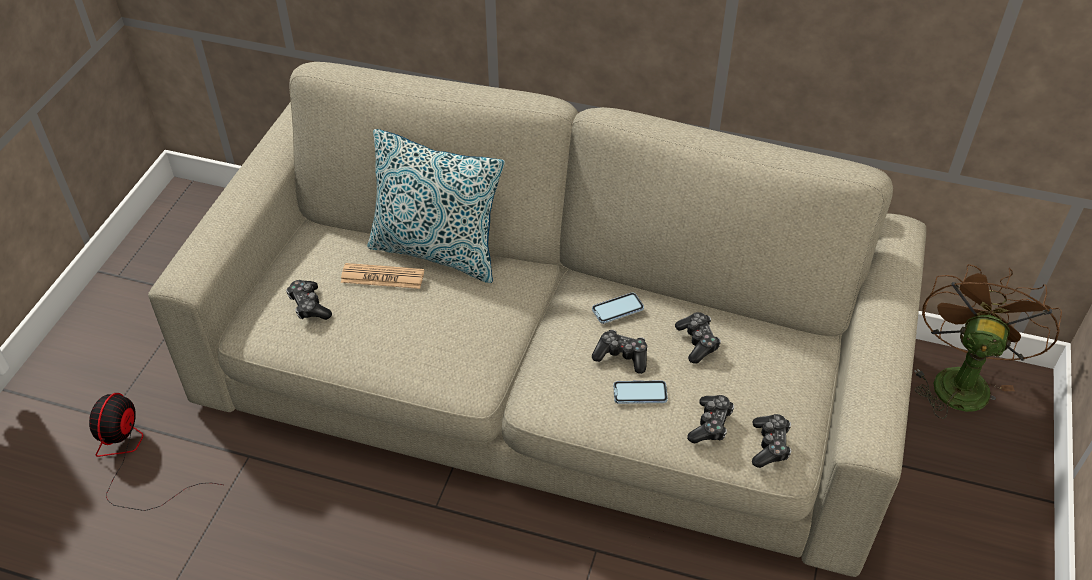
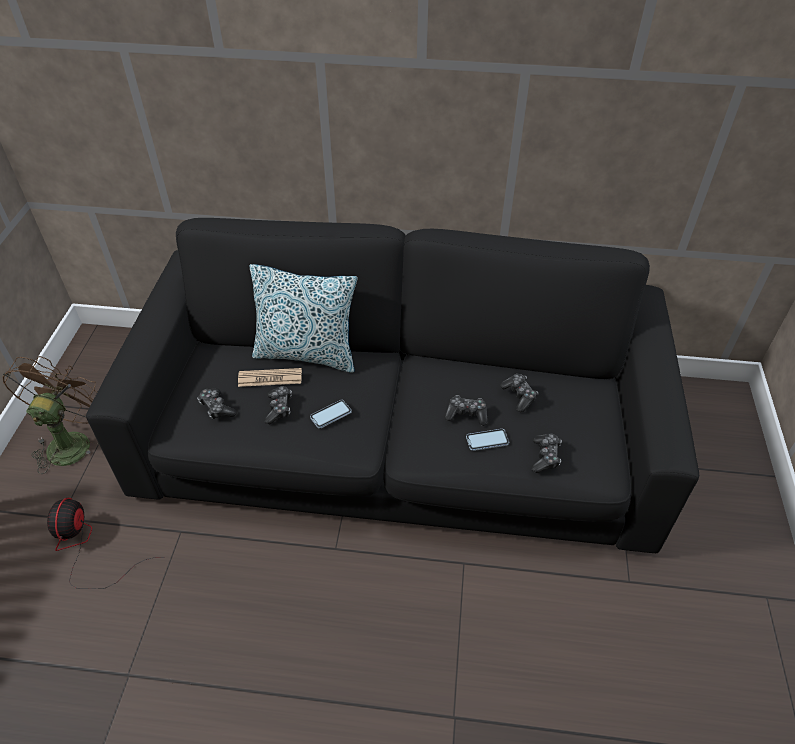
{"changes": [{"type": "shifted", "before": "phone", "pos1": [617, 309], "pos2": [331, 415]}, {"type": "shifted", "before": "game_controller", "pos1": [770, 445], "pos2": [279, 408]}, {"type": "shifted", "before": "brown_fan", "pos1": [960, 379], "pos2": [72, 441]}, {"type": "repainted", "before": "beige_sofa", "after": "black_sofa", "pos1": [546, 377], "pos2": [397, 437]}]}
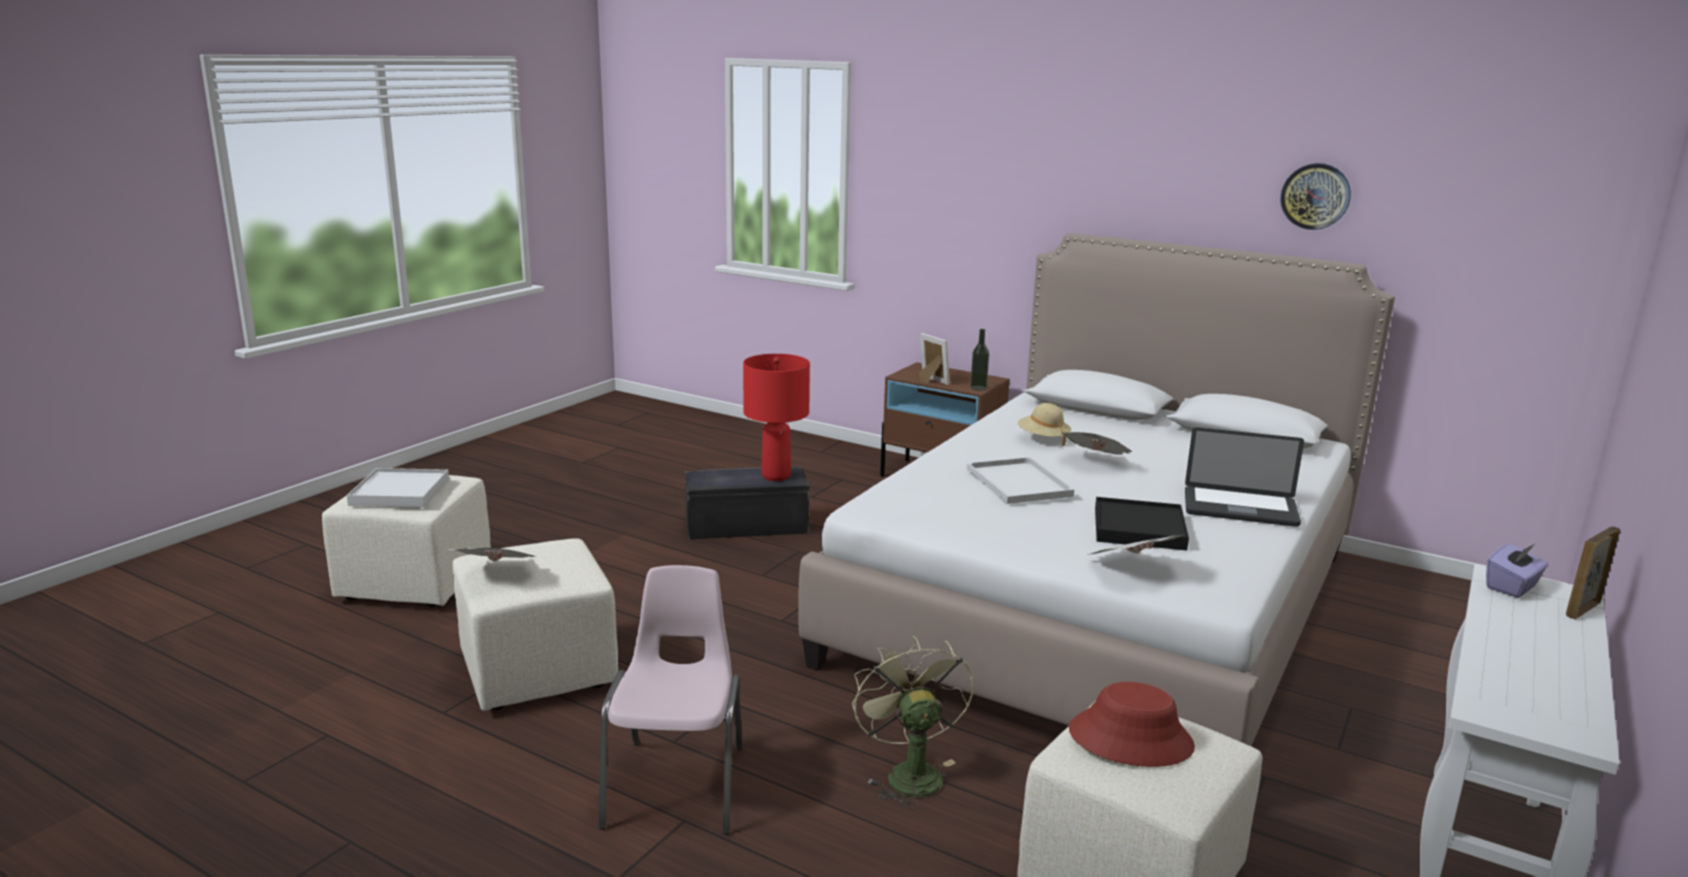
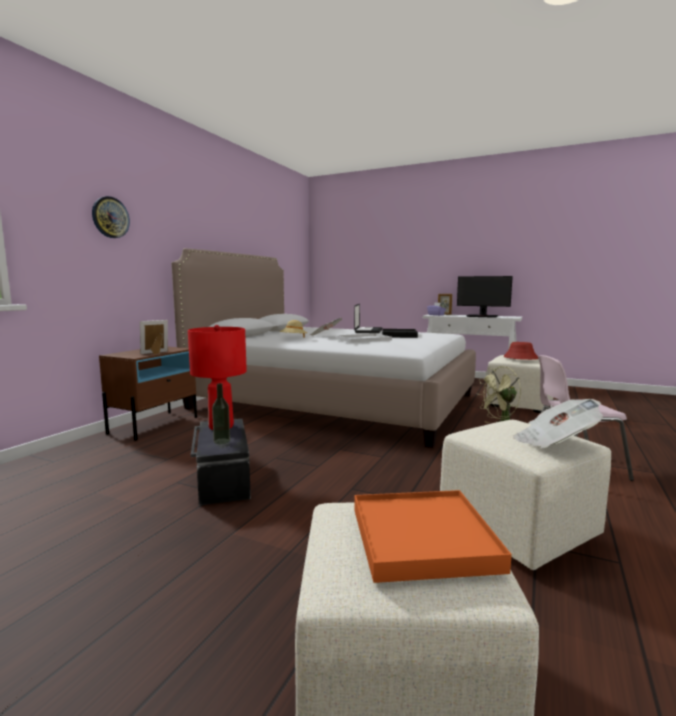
{"changes": [{"type": "gone", "before": "newspaper", "pos1": [1131, 567]}, {"type": "new", "after": "monitor", "pos2": [482, 316]}, {"type": "shifted", "before": "bottle", "pos1": [978, 388], "pos2": [222, 441]}, {"type": "shifted", "before": "wall_clock", "pos1": [1315, 196], "pos2": [110, 217]}, {"type": "repainted", "before": "white_tray", "after": "orange_tray", "pos1": [400, 492], "pos2": [422, 538]}]}
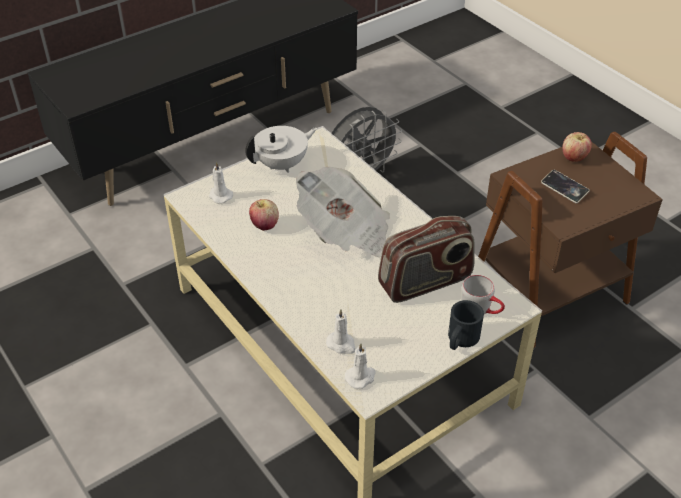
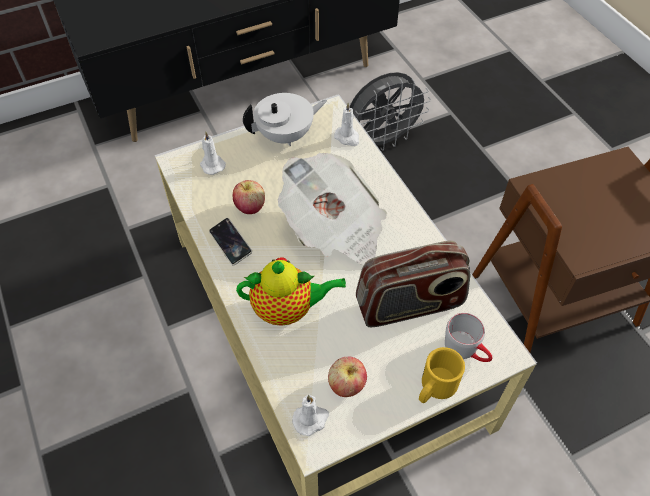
{"changes": [{"type": "new", "after": "teapot", "pos2": [287, 309]}, {"type": "shifted", "before": "white_candle", "pos1": [341, 344], "pos2": [347, 138]}, {"type": "shifted", "before": "phone", "pos1": [564, 188], "pos2": [230, 243]}, {"type": "shifted", "before": "apple", "pos1": [574, 158], "pos2": [346, 385]}, {"type": "repainted", "before": "black_mug", "after": "yellow_mug", "pos1": [460, 340], "pos2": [434, 388]}]}
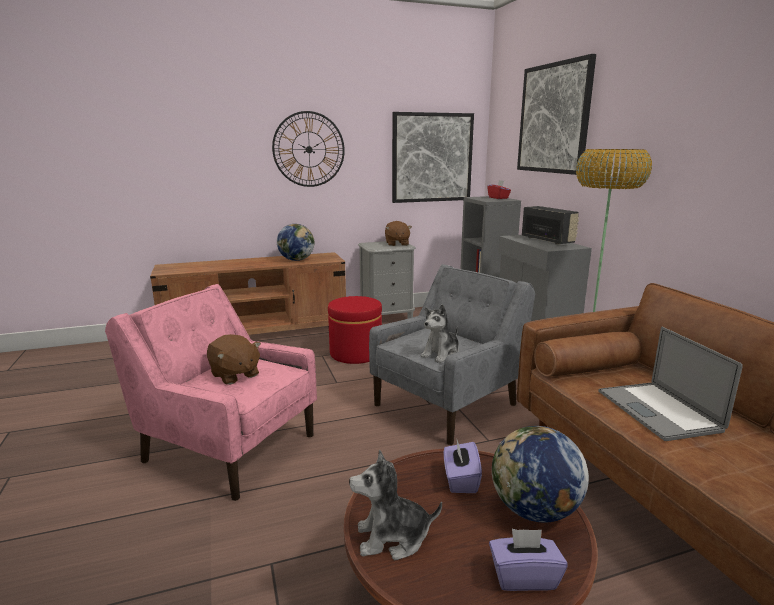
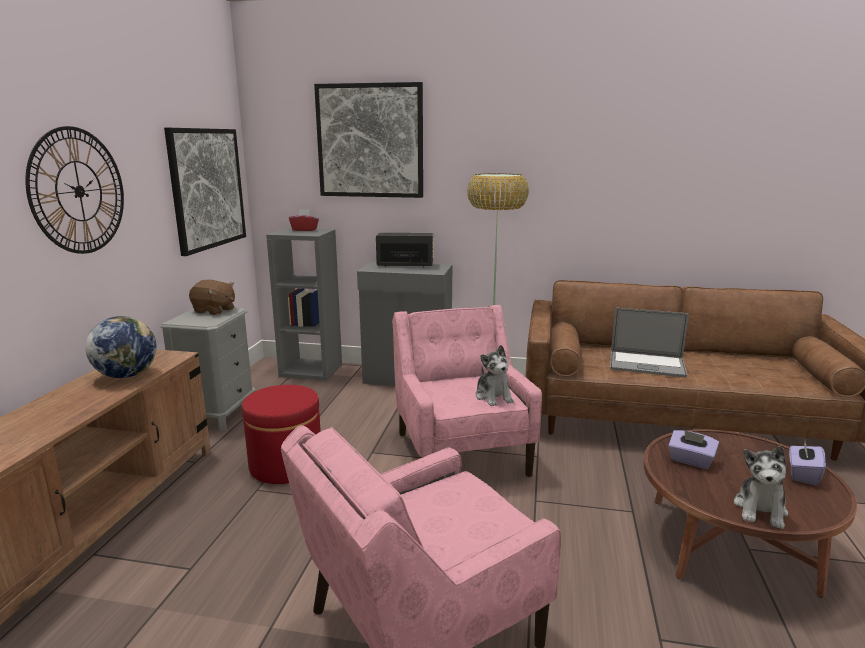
{"changes": [{"type": "gone", "before": "brown_plush_toy", "pos1": [234, 375]}, {"type": "gone", "before": "globe", "pos1": [534, 511]}, {"type": "repainted", "before": "grey_armchair", "after": "pink_armchair", "pos1": [447, 404], "pos2": [461, 452]}]}
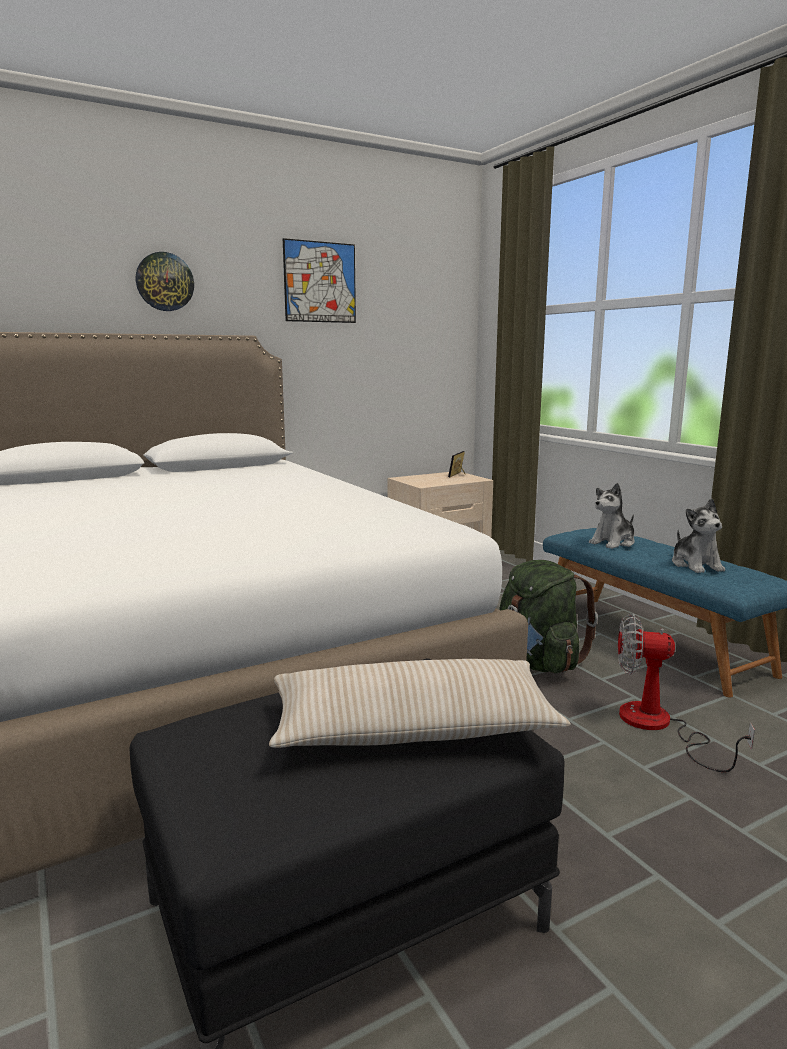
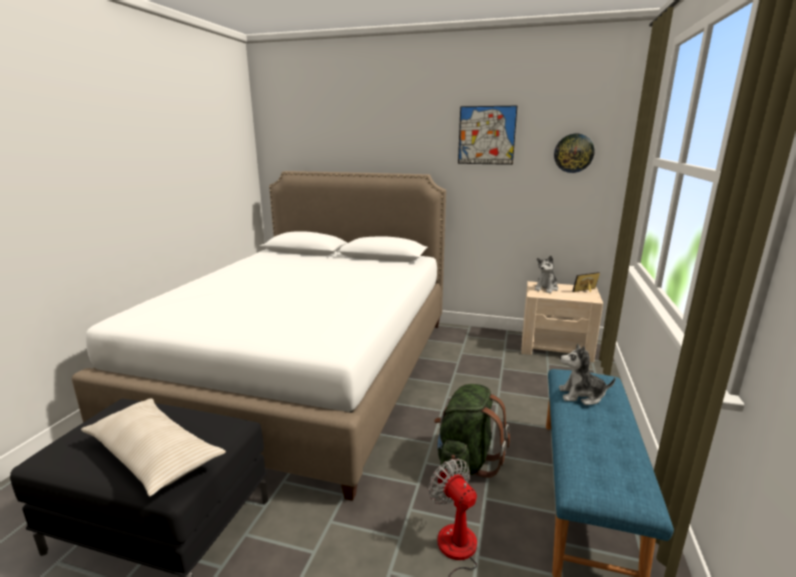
{"changes": [{"type": "shifted", "before": "wall_clock", "pos1": [164, 282], "pos2": [573, 153]}, {"type": "shifted", "before": "plush_toy", "pos1": [696, 565], "pos2": [546, 288]}]}
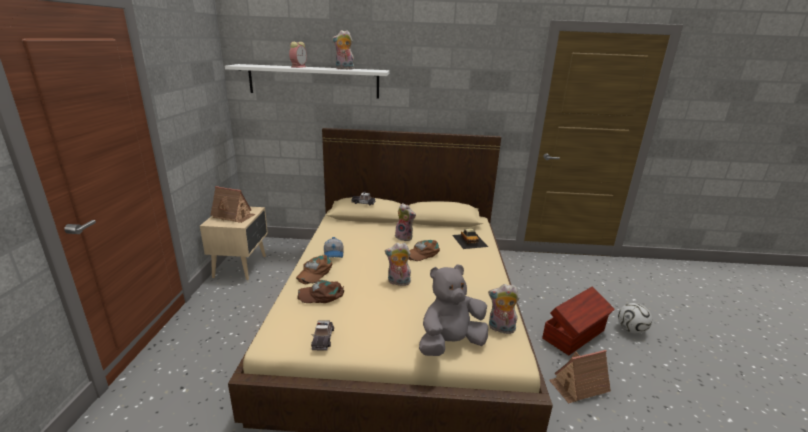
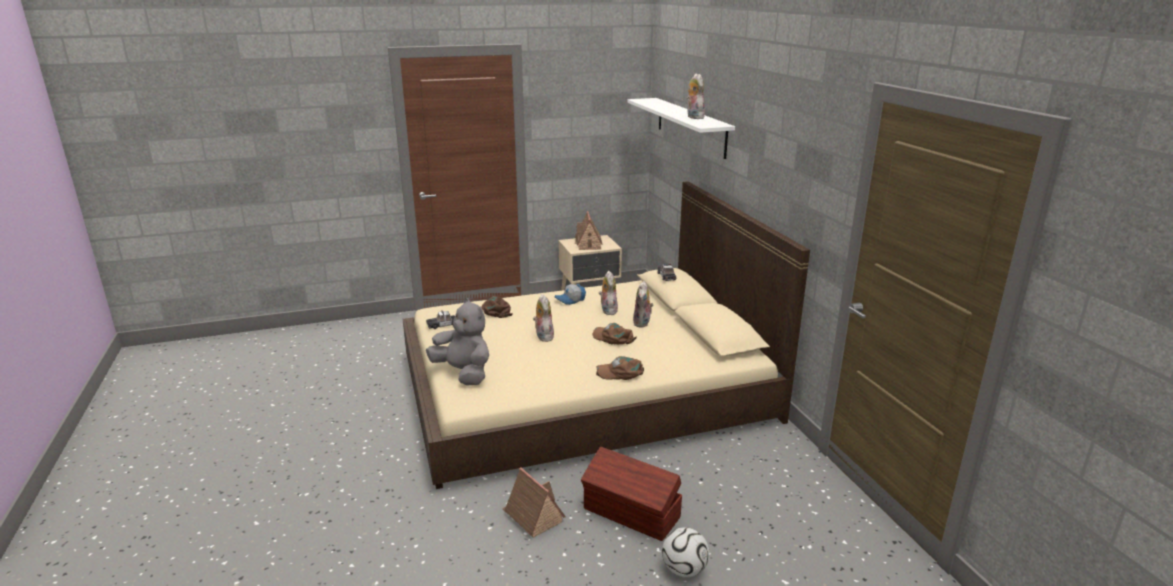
{"changes": [{"type": "gone", "before": "alarm_clock", "pos1": [299, 67]}, {"type": "gone", "before": "toy_car", "pos1": [469, 240]}, {"type": "shifted", "before": "brown_cap", "pos1": [314, 272], "pos2": [621, 372]}, {"type": "shifted", "before": "plush_toy", "pos1": [500, 329], "pos2": [607, 310]}]}
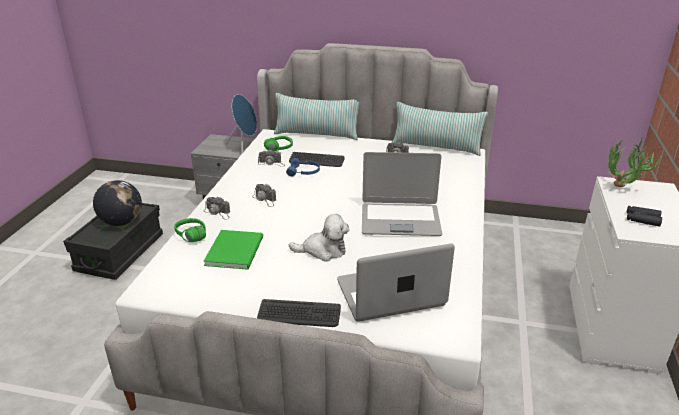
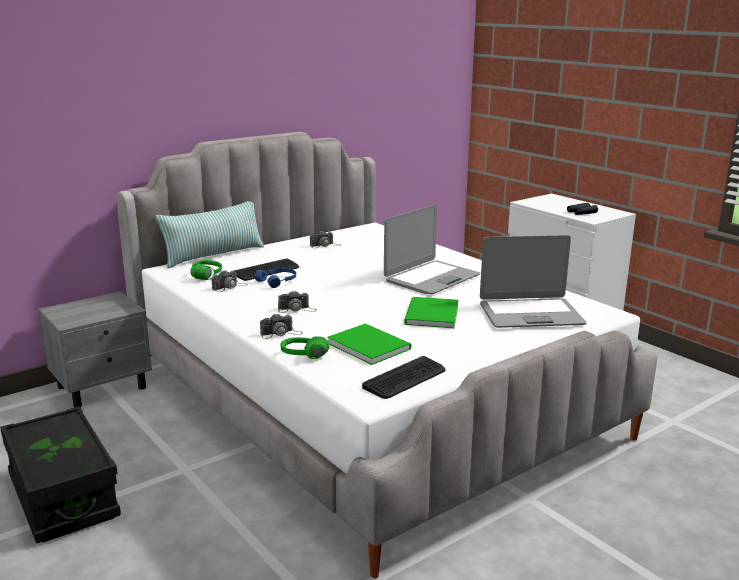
{"changes": [{"type": "gone", "before": "globe", "pos1": [122, 222]}, {"type": "gone", "before": "blue_speaker", "pos1": [245, 146]}, {"type": "gone", "before": "pillow", "pos1": [436, 147]}, {"type": "gone", "before": "potted_plant", "pos1": [622, 190]}, {"type": "shifted", "before": "keyboard", "pos1": [299, 314], "pos2": [405, 379]}, {"type": "swapped", "before": "plush_toy", "after": "green_book", "pos1": [323, 250], "pos2": [430, 315]}, {"type": "rotated", "before": "laptop", "pos1": [390, 294], "pos2": [530, 314], "turn": -120}]}
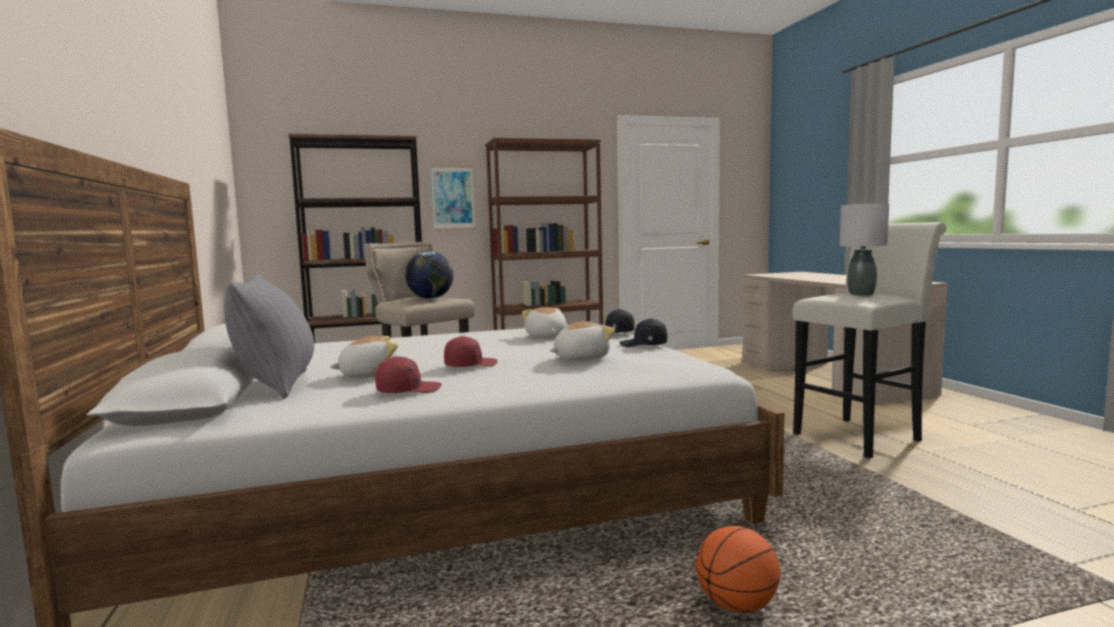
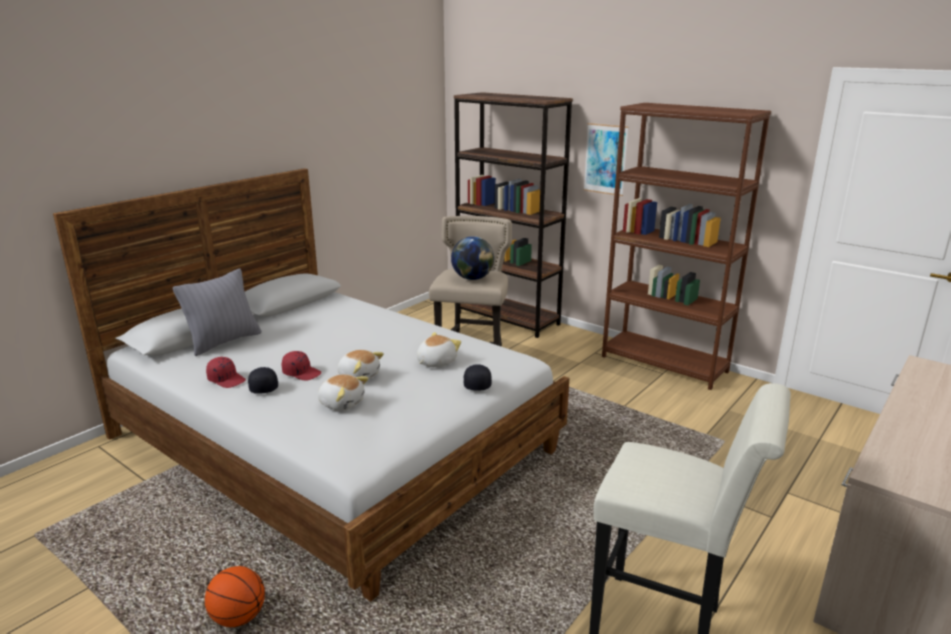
{"changes": [{"type": "gone", "before": "grey_table_lamp", "pos1": [861, 294]}, {"type": "shifted", "before": "plush_toy", "pos1": [368, 375], "pos2": [359, 376]}, {"type": "shifted", "before": "black_cap", "pos1": [643, 345], "pos2": [263, 386]}]}
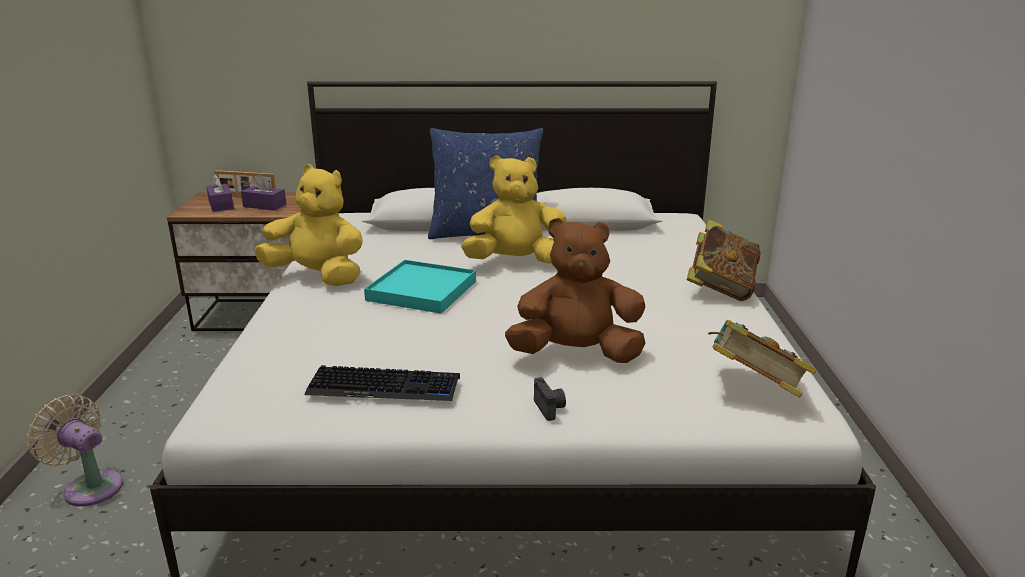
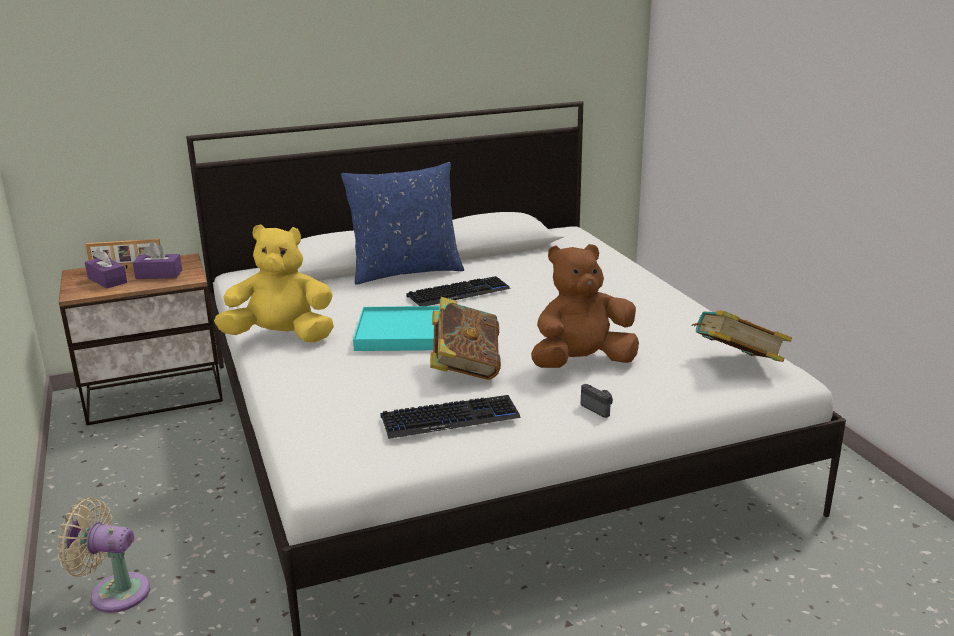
{"changes": [{"type": "shifted", "before": "book", "pos1": [721, 289], "pos2": [465, 368]}, {"type": "swapped", "before": "yellow_plush_toy", "after": "keyboard", "pos1": [515, 262], "pos2": [458, 293]}]}
